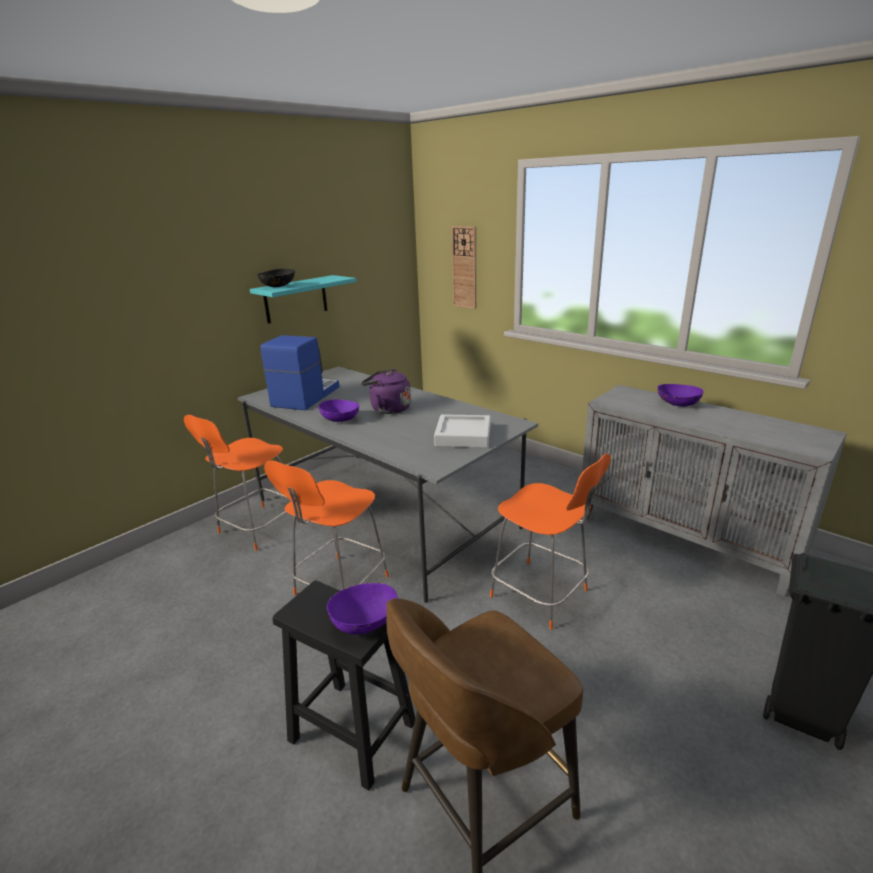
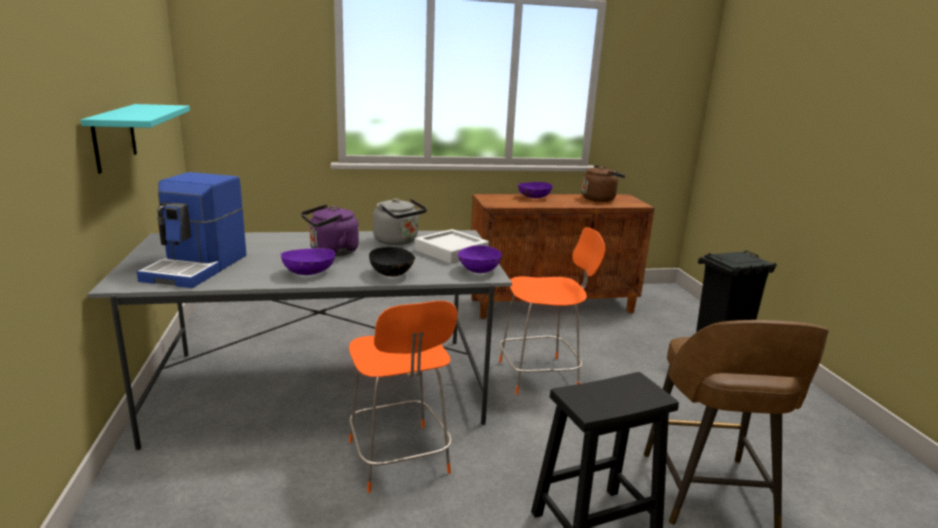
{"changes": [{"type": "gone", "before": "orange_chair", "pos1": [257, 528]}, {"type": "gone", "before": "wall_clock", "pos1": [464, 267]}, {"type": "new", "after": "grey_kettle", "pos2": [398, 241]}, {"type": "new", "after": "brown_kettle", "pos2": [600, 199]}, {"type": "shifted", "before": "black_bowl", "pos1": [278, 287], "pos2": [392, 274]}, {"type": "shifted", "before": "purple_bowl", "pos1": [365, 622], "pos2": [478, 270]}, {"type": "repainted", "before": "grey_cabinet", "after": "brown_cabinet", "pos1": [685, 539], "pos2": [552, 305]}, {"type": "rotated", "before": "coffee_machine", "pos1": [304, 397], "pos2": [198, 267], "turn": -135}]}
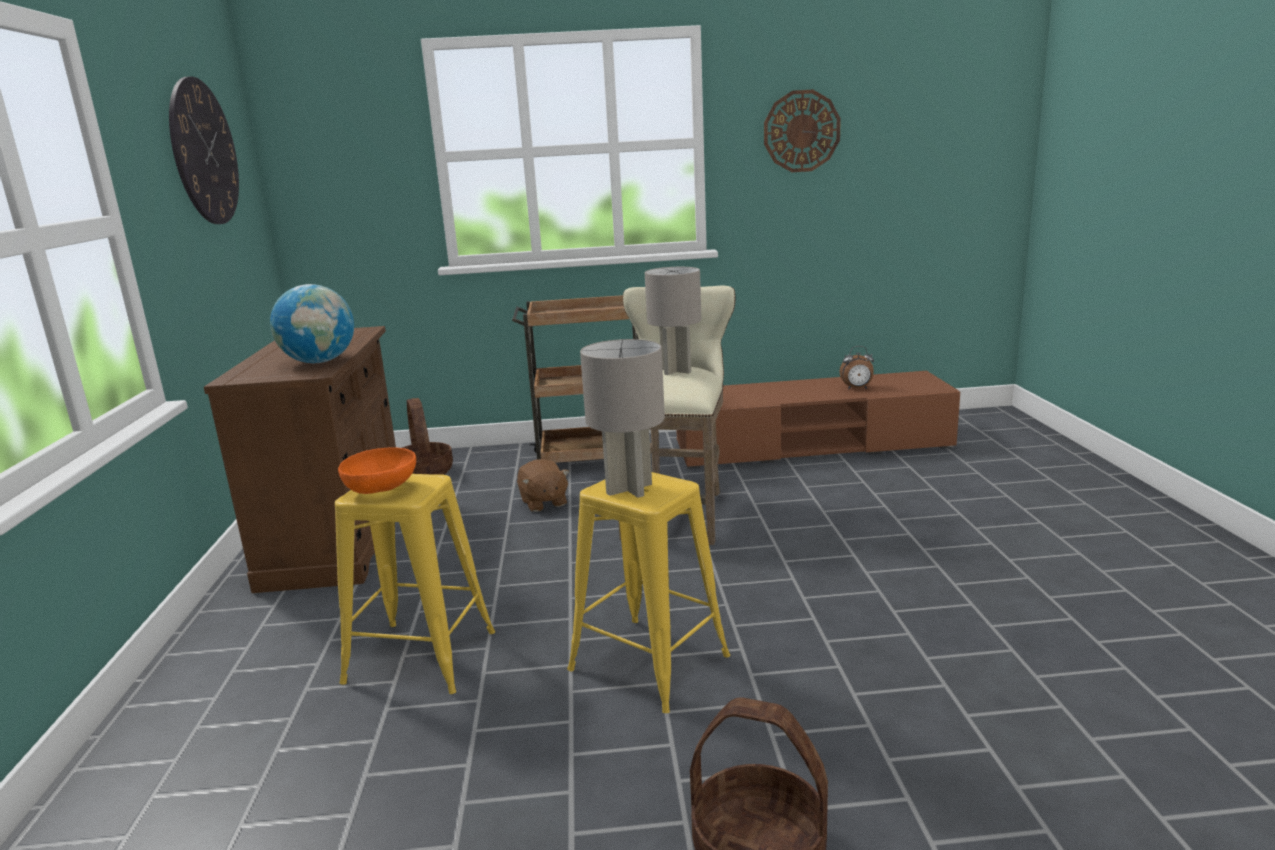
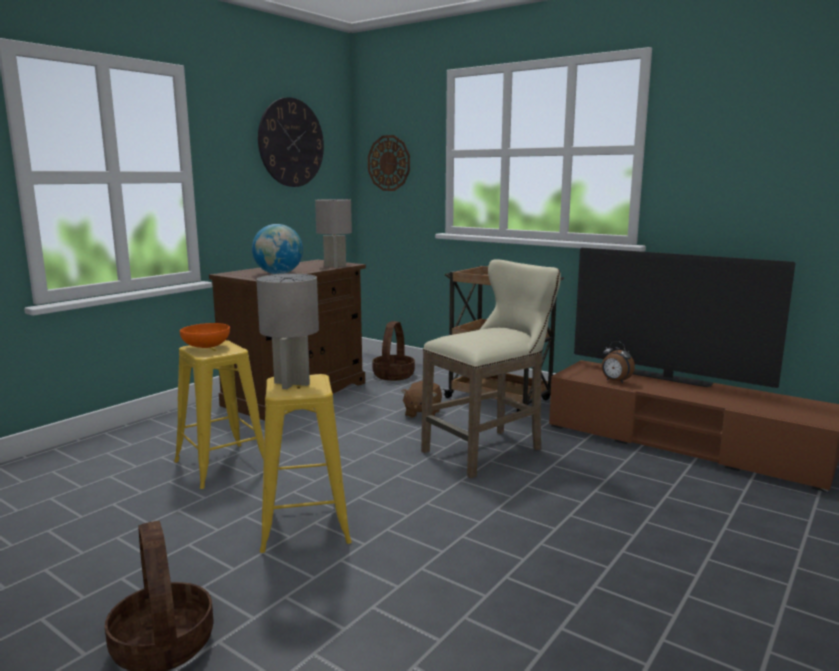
{"changes": [{"type": "new", "after": "television", "pos2": [667, 378]}, {"type": "shifted", "before": "grey_table_lamp", "pos1": [676, 371], "pos2": [334, 266]}, {"type": "shifted", "before": "wall_clock", "pos1": [801, 131], "pos2": [389, 163]}, {"type": "shifted", "before": "alarm_clock", "pos1": [857, 389], "pos2": [615, 381]}]}
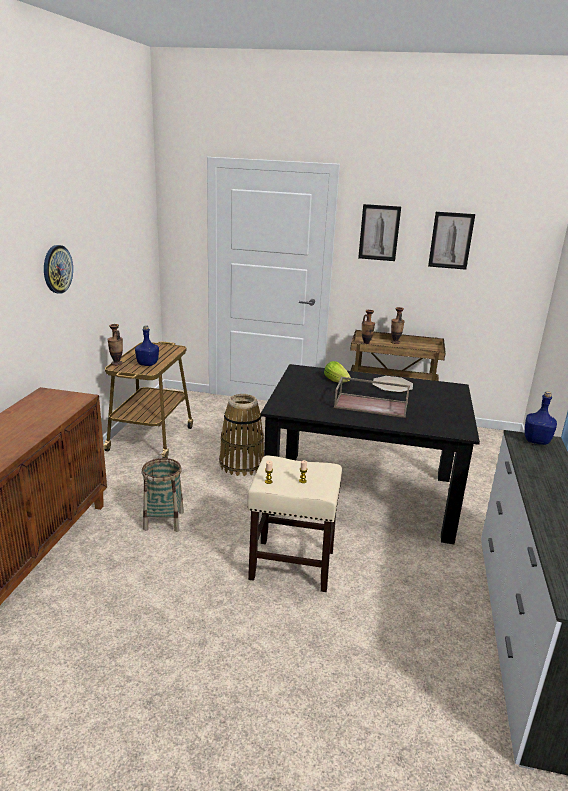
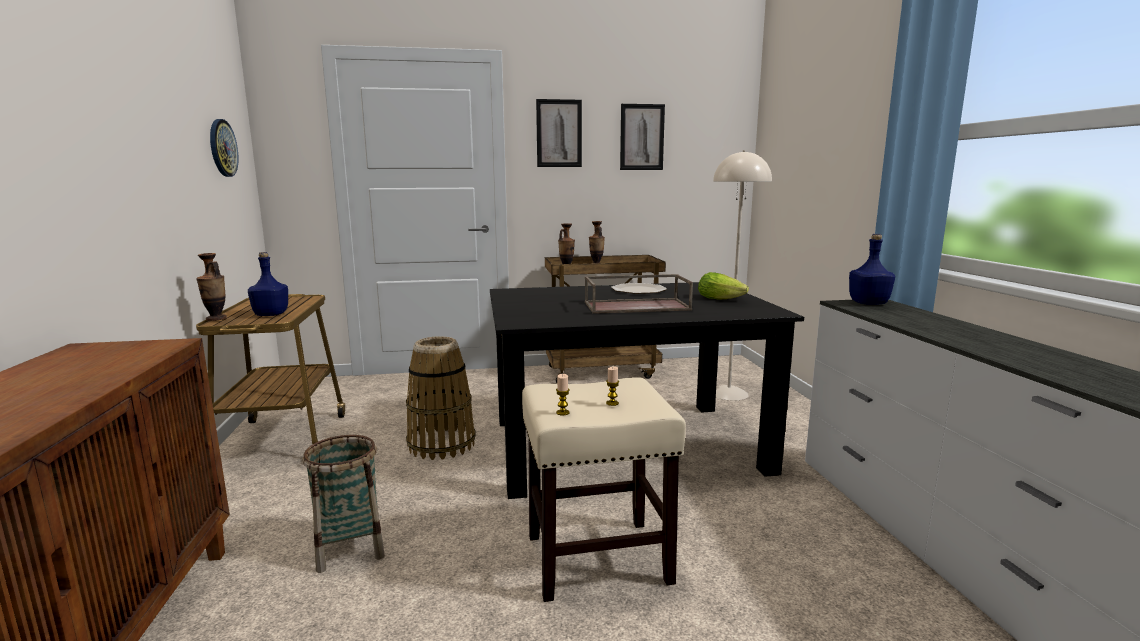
{"changes": [{"type": "new", "after": "beige_floor_lamp", "pos2": [728, 393]}, {"type": "shifted", "before": "wall_clock", "pos1": [57, 269], "pos2": [222, 148]}, {"type": "shifted", "before": "lettuce", "pos1": [337, 381], "pos2": [722, 299]}]}
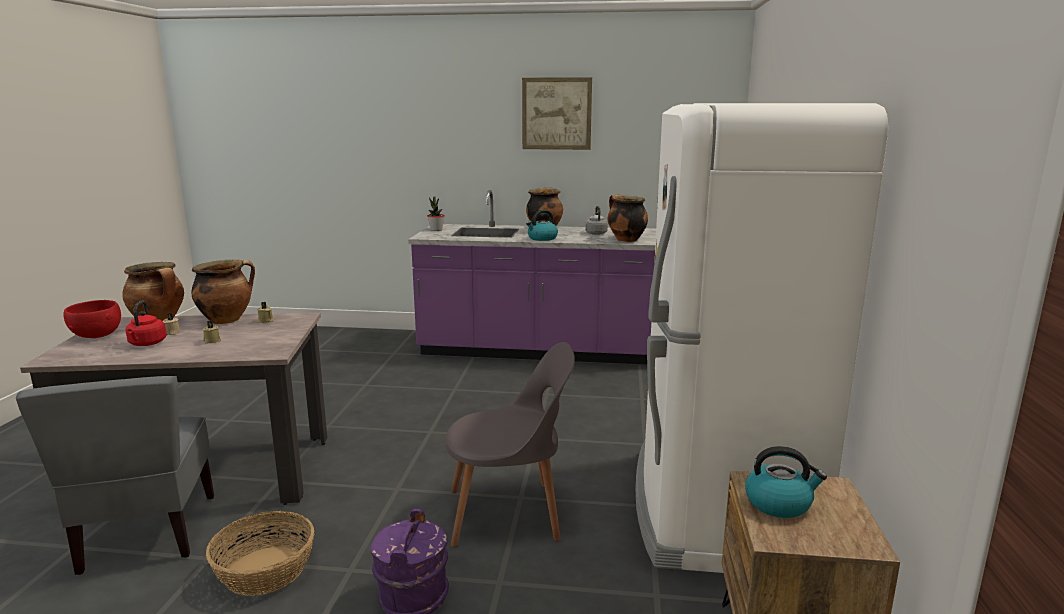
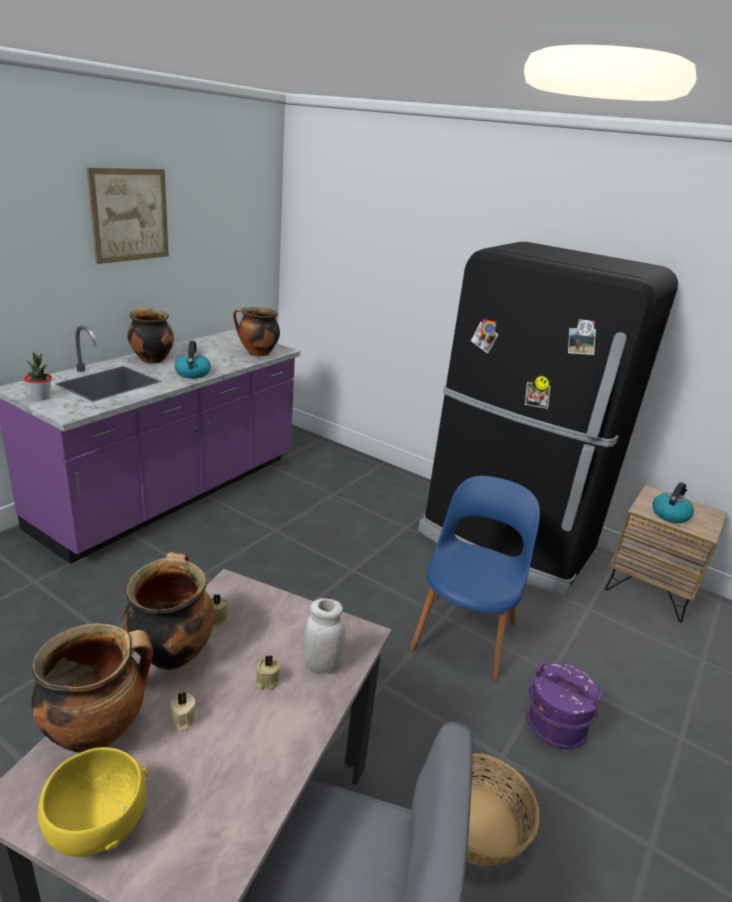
{"changes": [{"type": "gone", "before": "red_kettle", "pos1": [147, 344]}, {"type": "gone", "before": "grey_kettle", "pos1": [596, 233]}, {"type": "new", "after": "white_jar", "pos2": [322, 665]}, {"type": "repainted", "before": "red_bowl", "after": "yellow_bowl", "pos1": [97, 335], "pos2": [97, 825]}, {"type": "repainted", "before": "grey_chair", "after": "blue_chair", "pos1": [509, 514], "pos2": [465, 632]}, {"type": "repainted", "before": "white_fridge", "after": "black_fridge", "pos1": [716, 507], "pos2": [507, 542]}]}
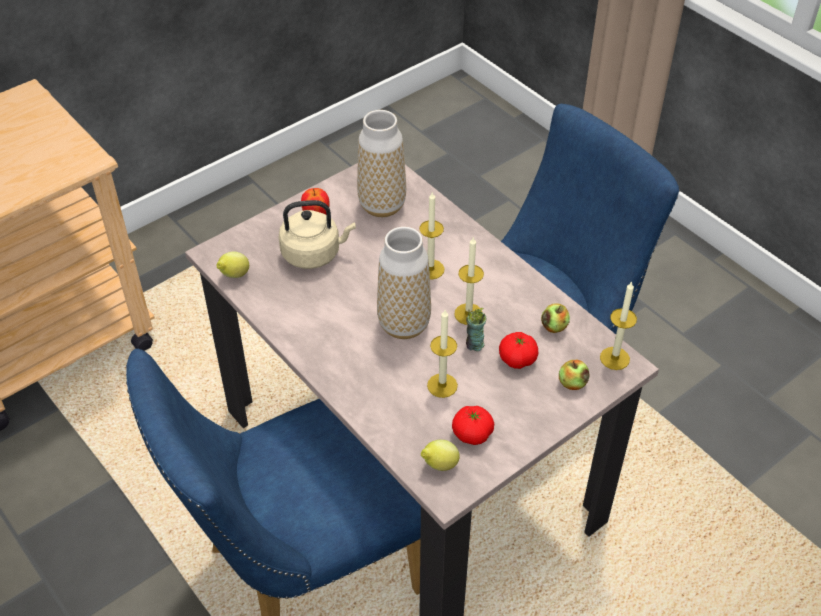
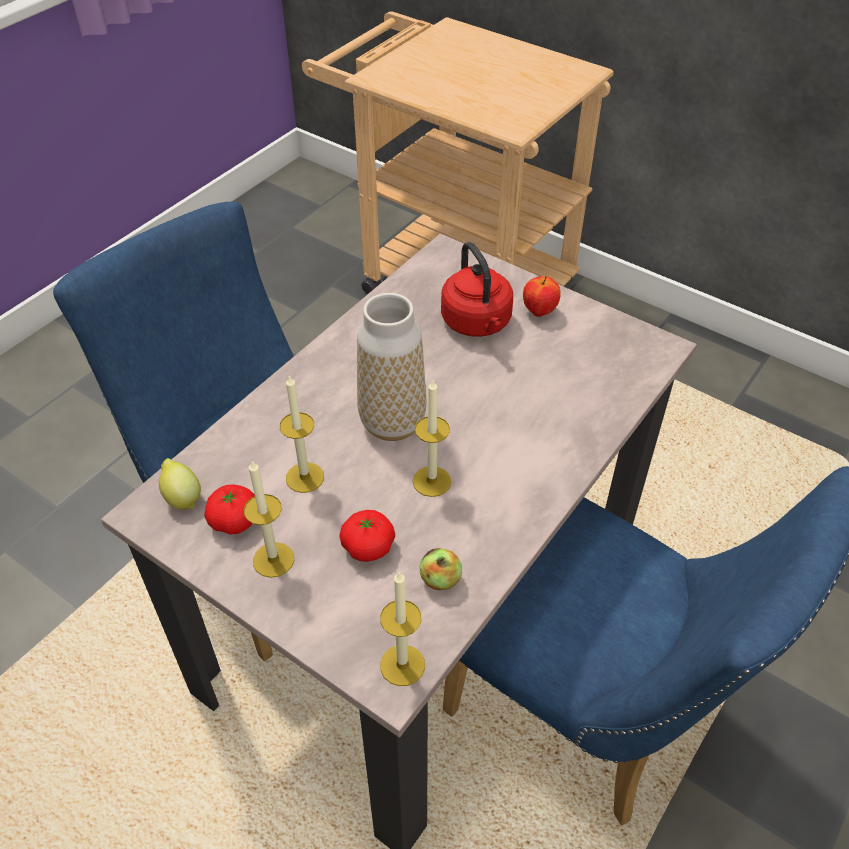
{"changes": [{"type": "gone", "before": "lemon", "pos1": [234, 276]}, {"type": "gone", "before": "vase", "pos1": [382, 206]}, {"type": "gone", "before": "cup", "pos1": [474, 345]}, {"type": "gone", "before": "apple", "pos1": [572, 383]}, {"type": "shifted", "before": "candle", "pos1": [430, 269], "pos2": [273, 559]}, {"type": "repainted", "before": "beige_kettle", "after": "red_kettle", "pos1": [314, 254], "pos2": [477, 324]}]}
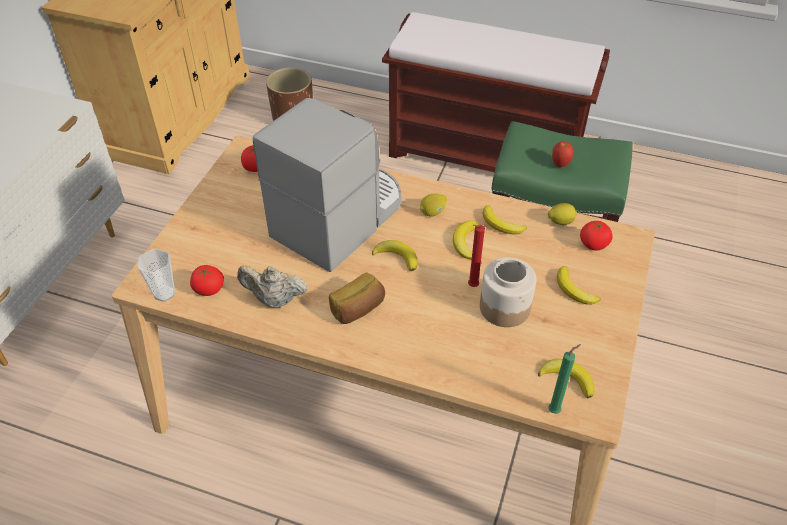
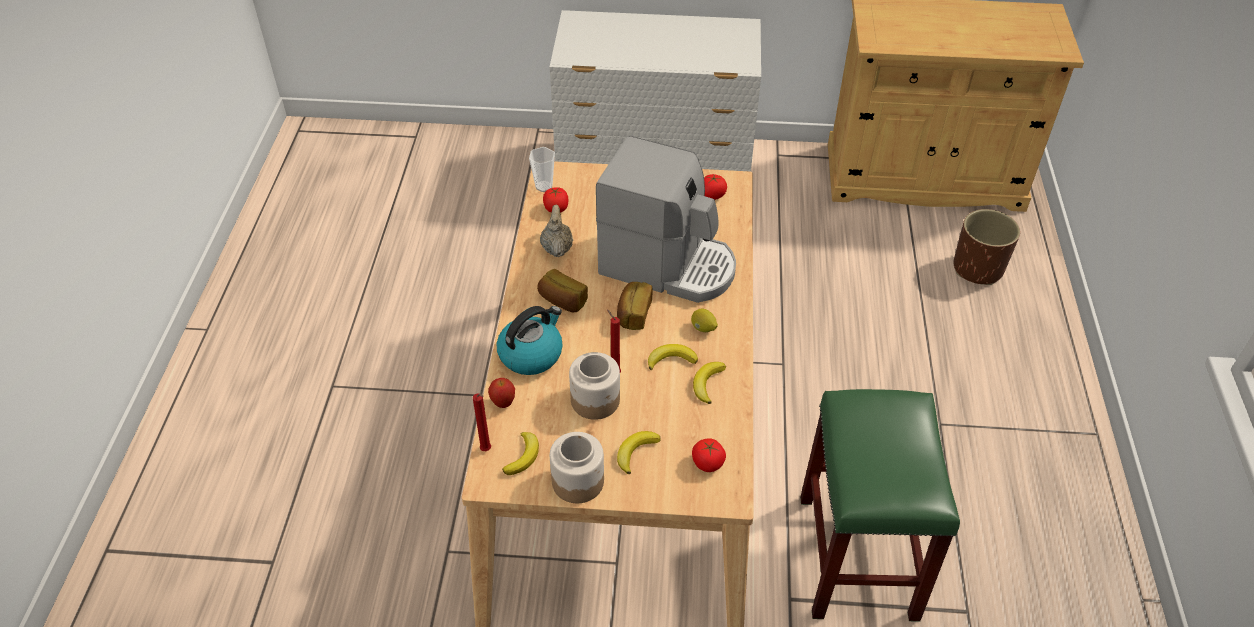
{"changes": [{"type": "gone", "before": "brown_bench", "pos1": [486, 155]}, {"type": "gone", "before": "lemon", "pos1": [560, 222]}, {"type": "new", "after": "kettle", "pos2": [531, 354]}, {"type": "new", "after": "jar", "pos2": [578, 481]}, {"type": "shifted", "before": "apple", "pos1": [560, 165], "pos2": [503, 403]}, {"type": "swapped", "before": "banana", "after": "bread", "pos1": [397, 257], "pos2": [633, 314]}, {"type": "repainted", "before": "green_candle", "after": "red_candle", "pos1": [556, 410], "pos2": [487, 450]}]}
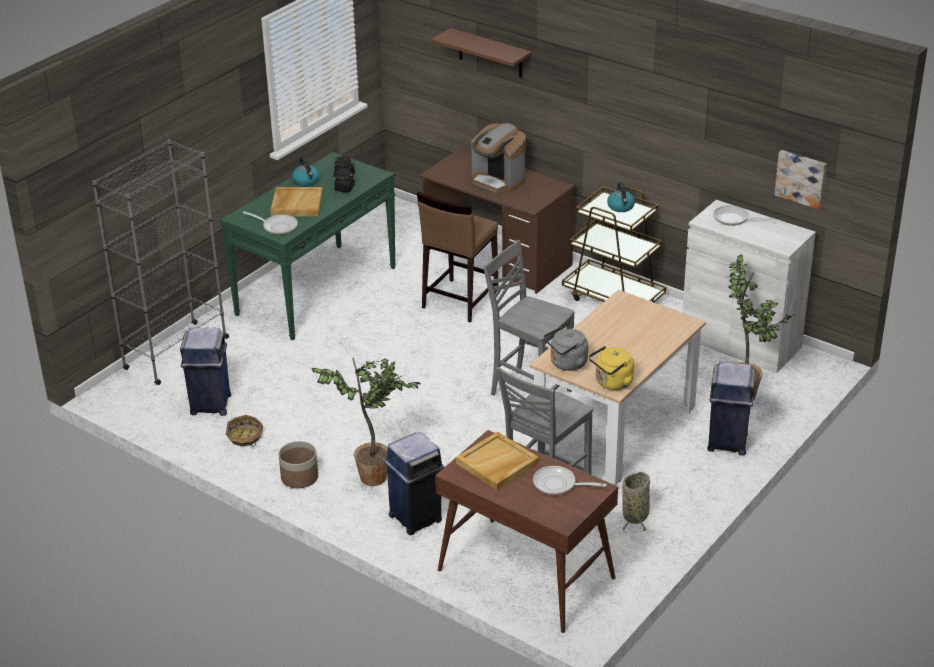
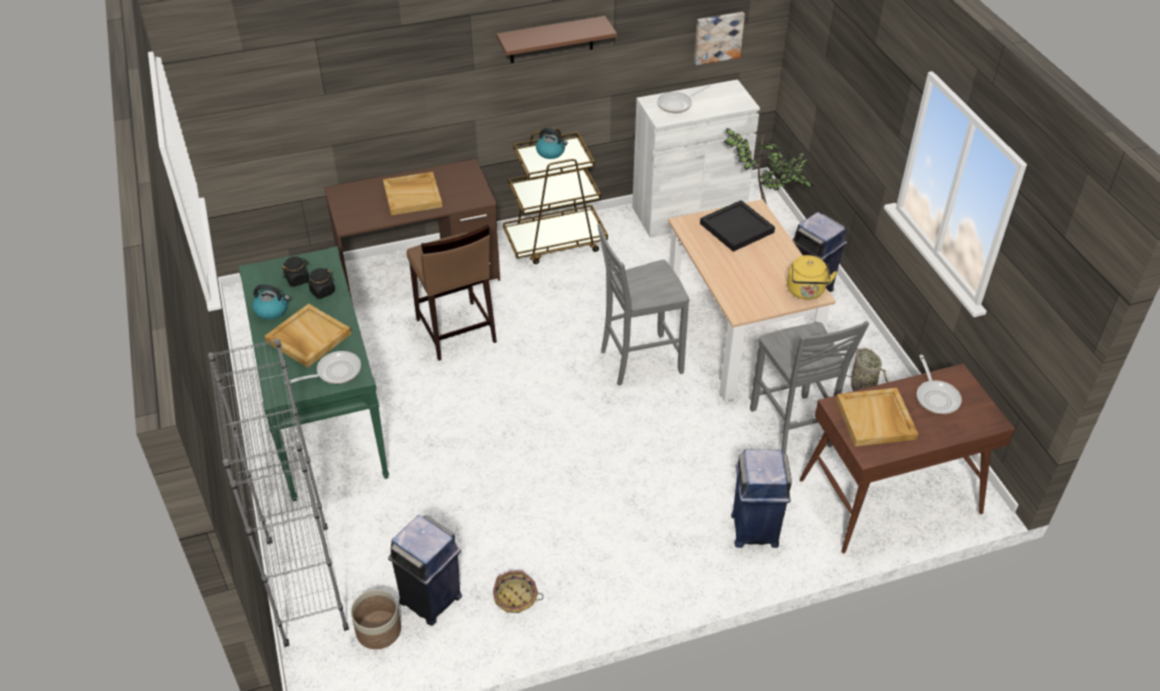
{"changes": [{"type": "gone", "before": "potted_plant", "pos1": [376, 475]}, {"type": "gone", "before": "grey_kettle", "pos1": [566, 364]}, {"type": "new", "after": "black_tray", "pos2": [736, 228]}, {"type": "shifted", "before": "planter", "pos1": [299, 477], "pos2": [378, 630]}, {"type": "shifted", "before": "brown_shelf", "pos1": [490, 53], "pos2": [551, 40]}, {"type": "swapped", "before": "coffee_machine", "after": "beige_tray", "pos1": [498, 181], "pos2": [413, 195]}, {"type": "rotated", "before": "frying_pan", "pos1": [558, 485], "pos2": [936, 397], "turn": -60}]}
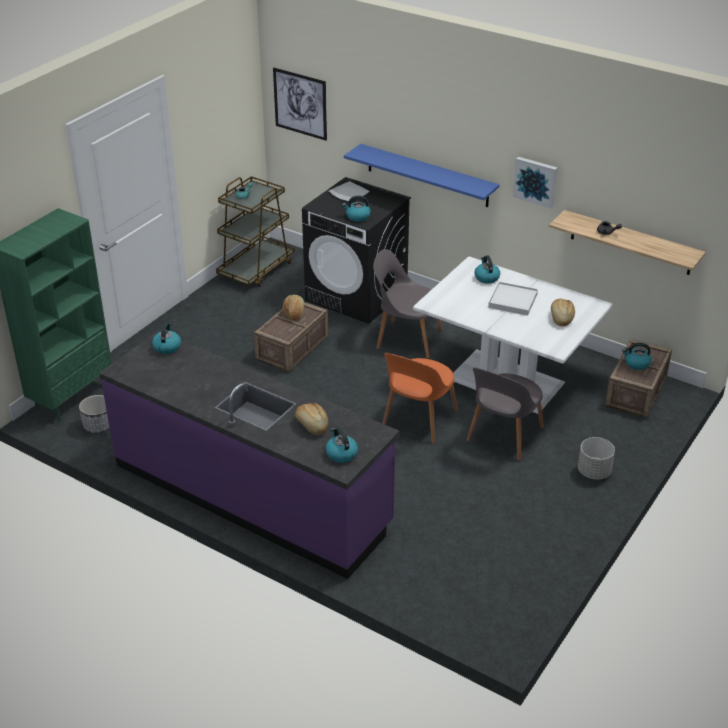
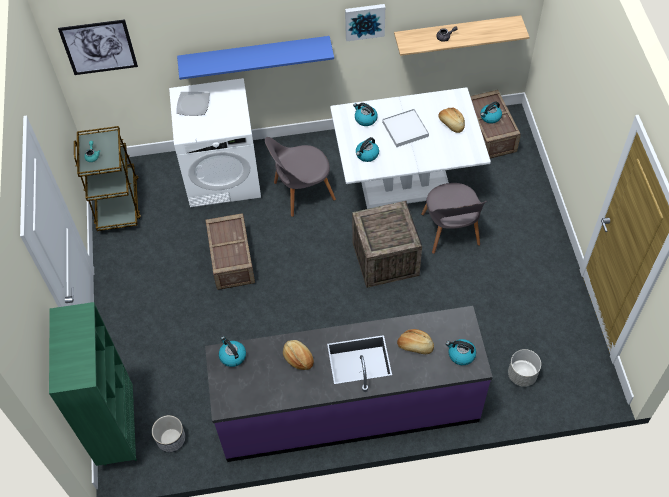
{"changes": [{"type": "shifted", "before": "bread", "pos1": [294, 313], "pos2": [298, 358]}, {"type": "shifted", "before": "kettle", "pos1": [357, 217], "pos2": [367, 155]}, {"type": "shifted", "before": "grey_planter", "pos1": [594, 472], "pos2": [522, 375]}, {"type": "swapped", "before": "orange_chair", "after": "crate", "pos1": [418, 420], "pos2": [385, 259]}, {"type": "repainted", "before": "black_washing_machine", "after": "white_washing_machine", "pos1": [357, 295], "pos2": [223, 176]}]}
